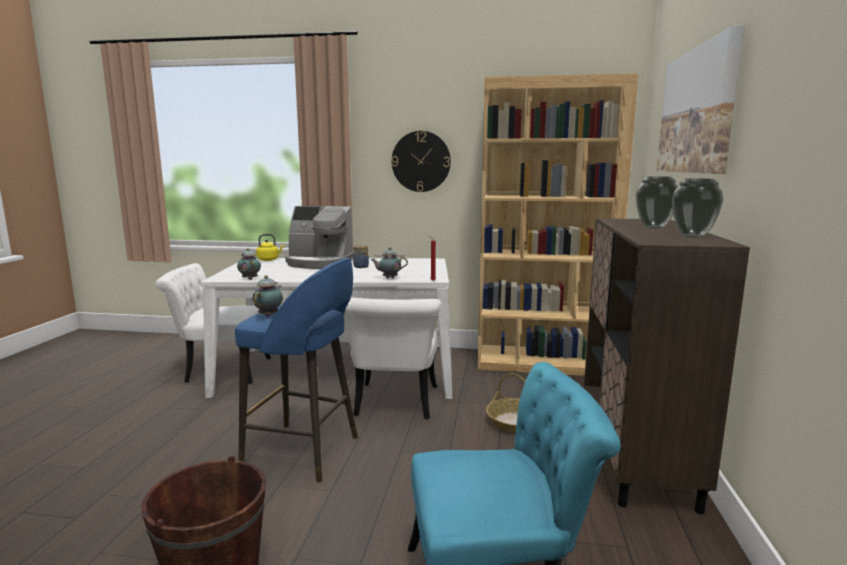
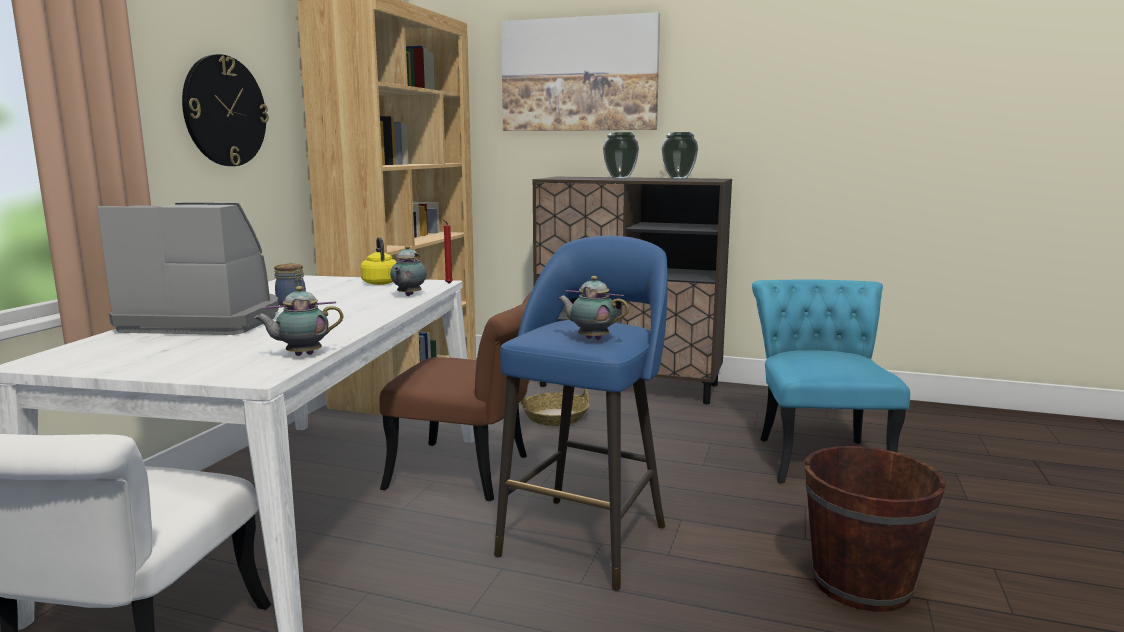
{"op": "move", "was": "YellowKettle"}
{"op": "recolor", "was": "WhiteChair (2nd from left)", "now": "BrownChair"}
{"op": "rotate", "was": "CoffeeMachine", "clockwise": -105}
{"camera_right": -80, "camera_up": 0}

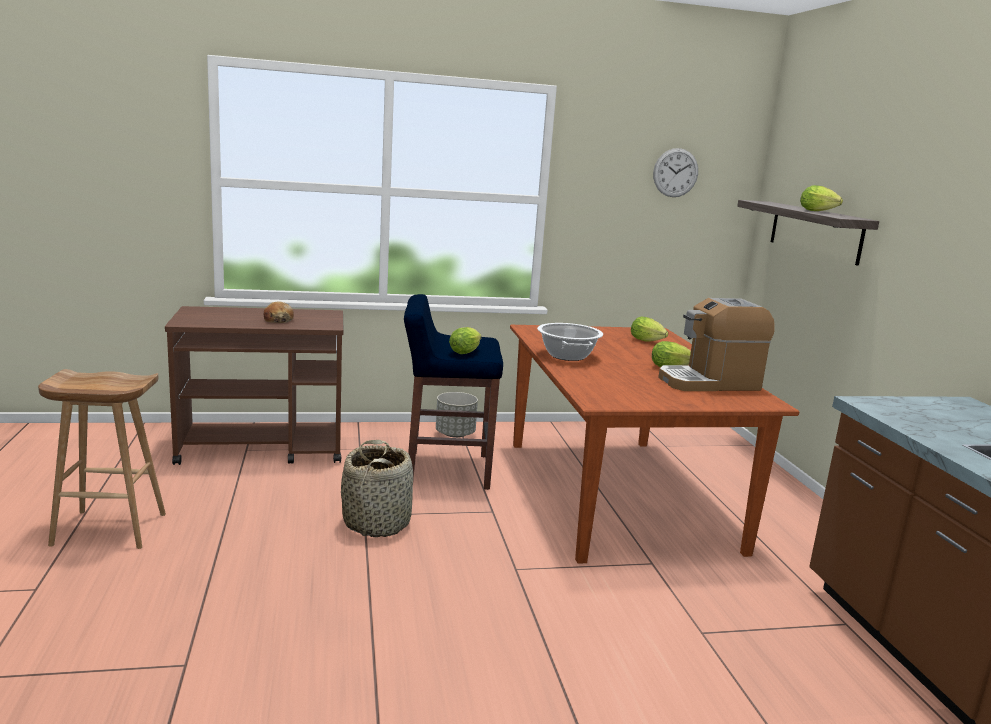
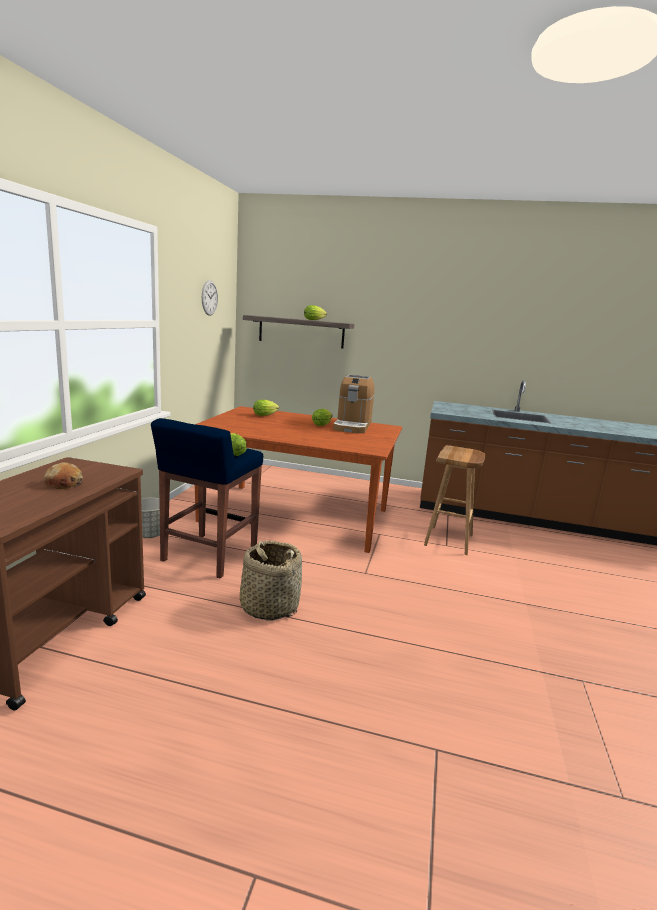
{"op": "delete", "was": "CookingPot"}
{"op": "move", "was": "BrownStool"}
{"camera_right": -65, "camera_up": 0}

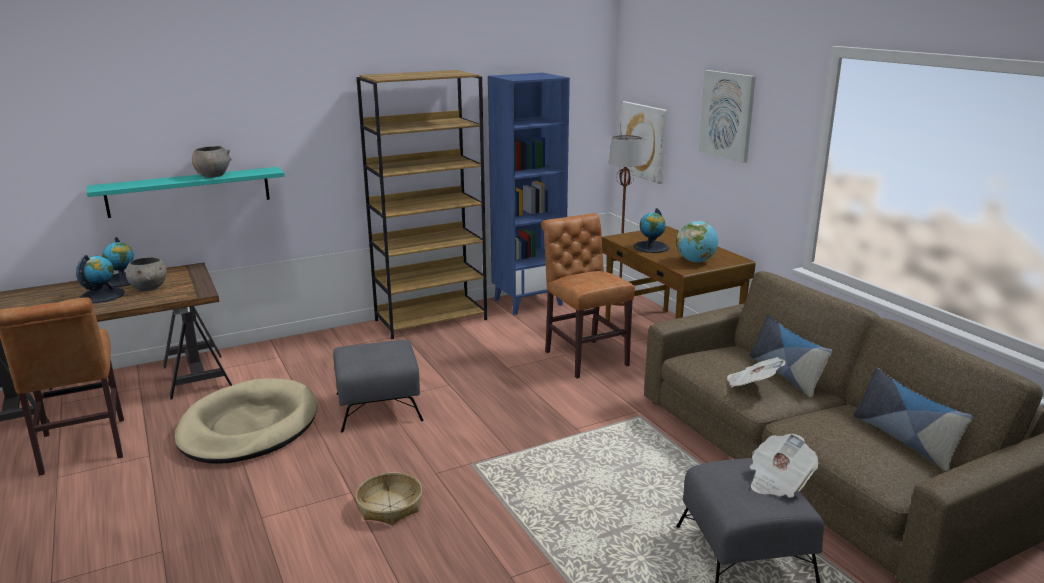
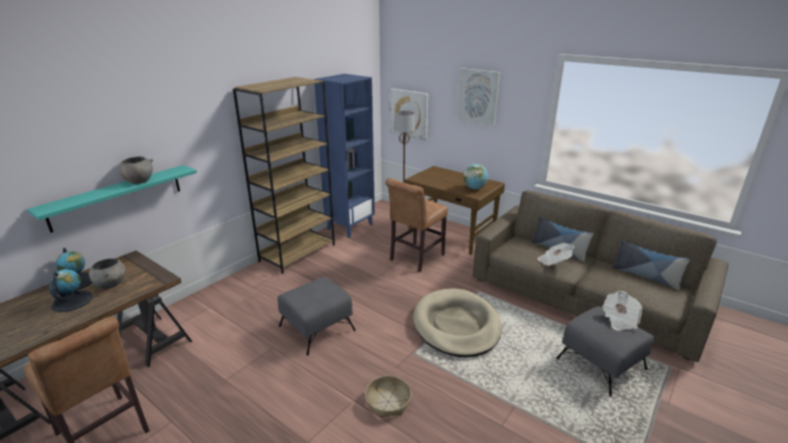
{"op": "delete", "was": "Globe (3rd from left)"}
{"op": "move", "was": "BeigeDogBed"}
{"op": "rotate", "was": "BrownChair (2nd from left)", "clockwise": -90}
{"camera_right": -25, "camera_up": 5}

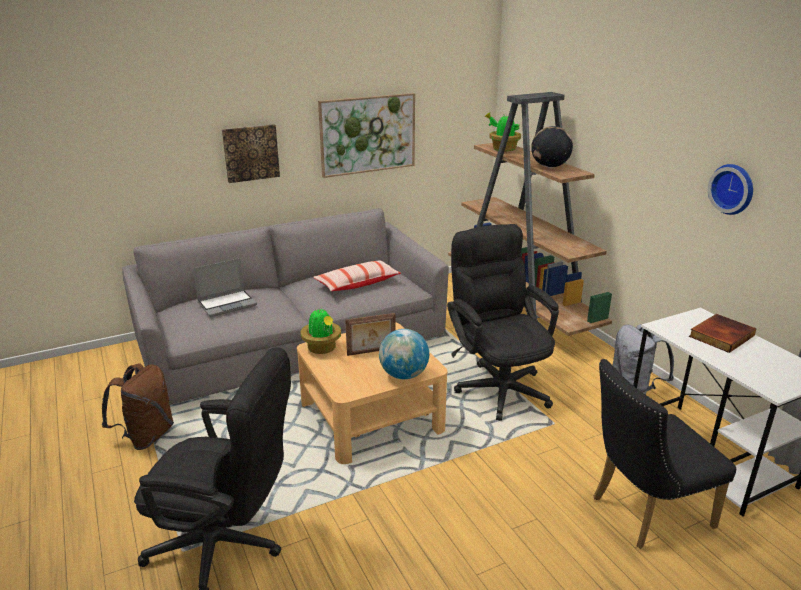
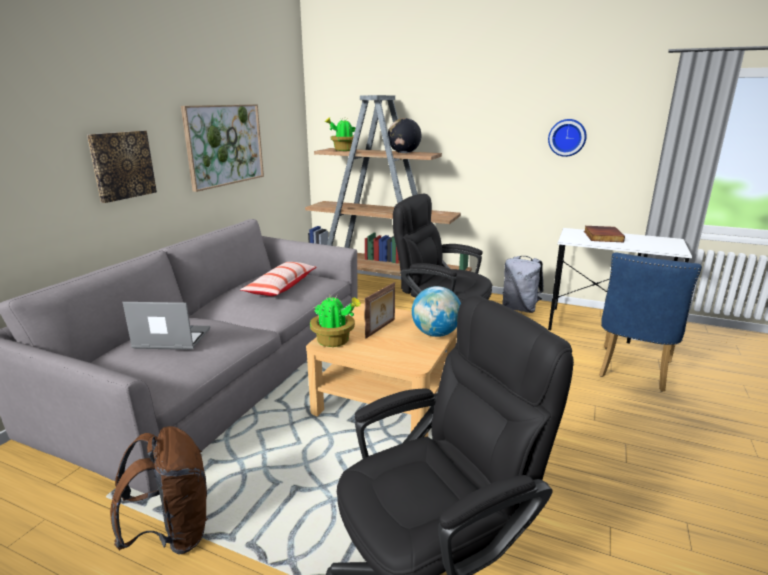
{"op": "recolor", "was": "BlackChair", "now": "BlueChair"}
{"op": "rotate", "was": "Laptop", "clockwise": -105}
{"camera_right": -40, "camera_up": -5}

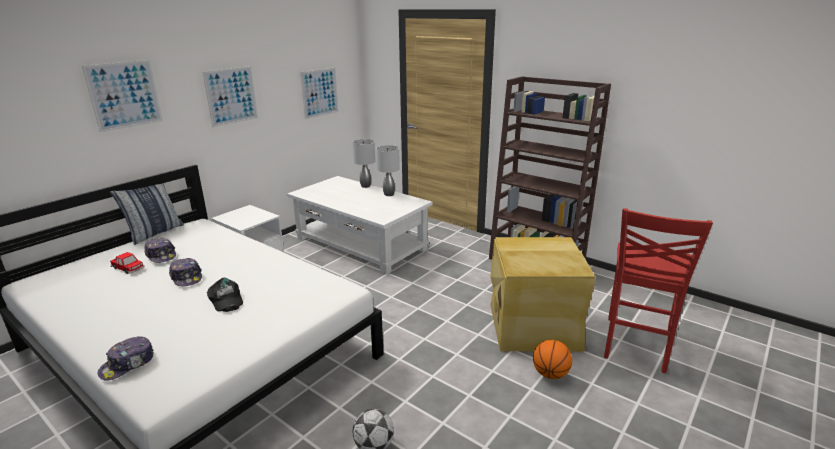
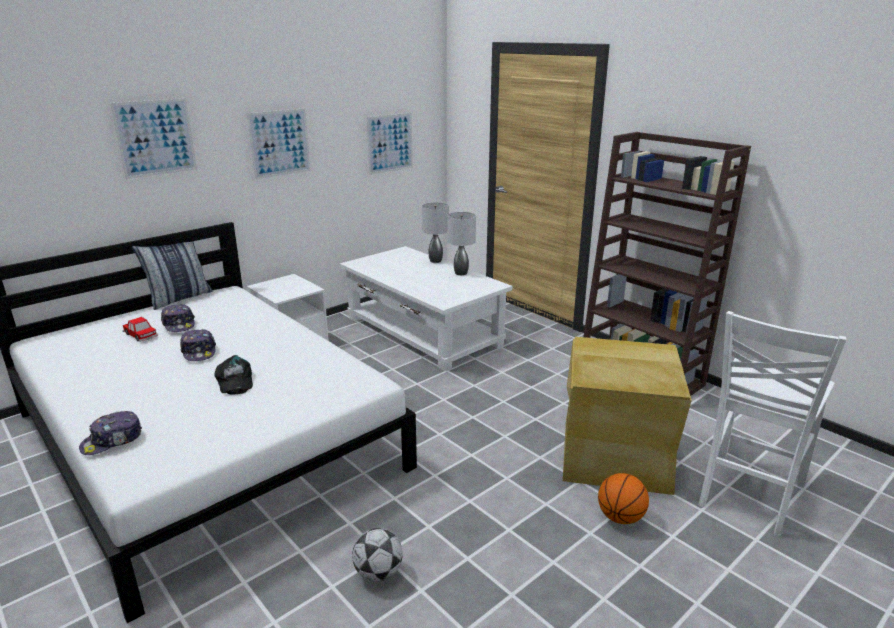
{"op": "recolor", "was": "RedChair", "now": "WhiteChair"}
{"camera_right": 10, "camera_up": 0}

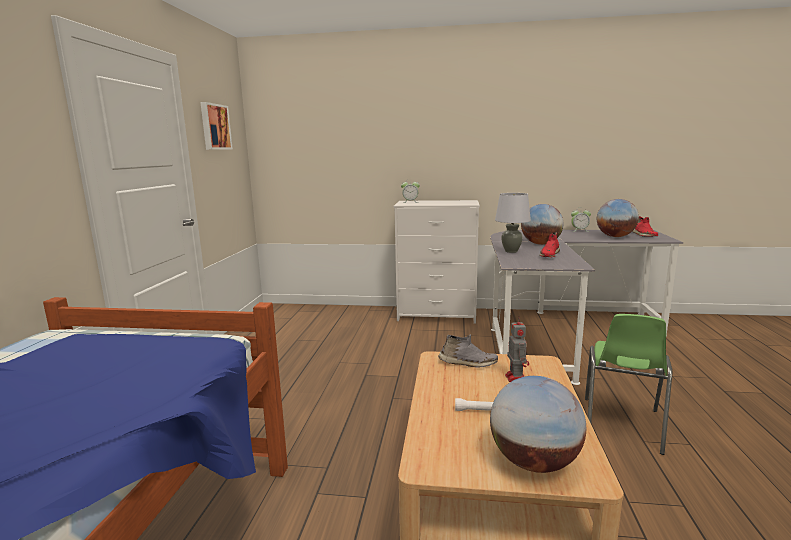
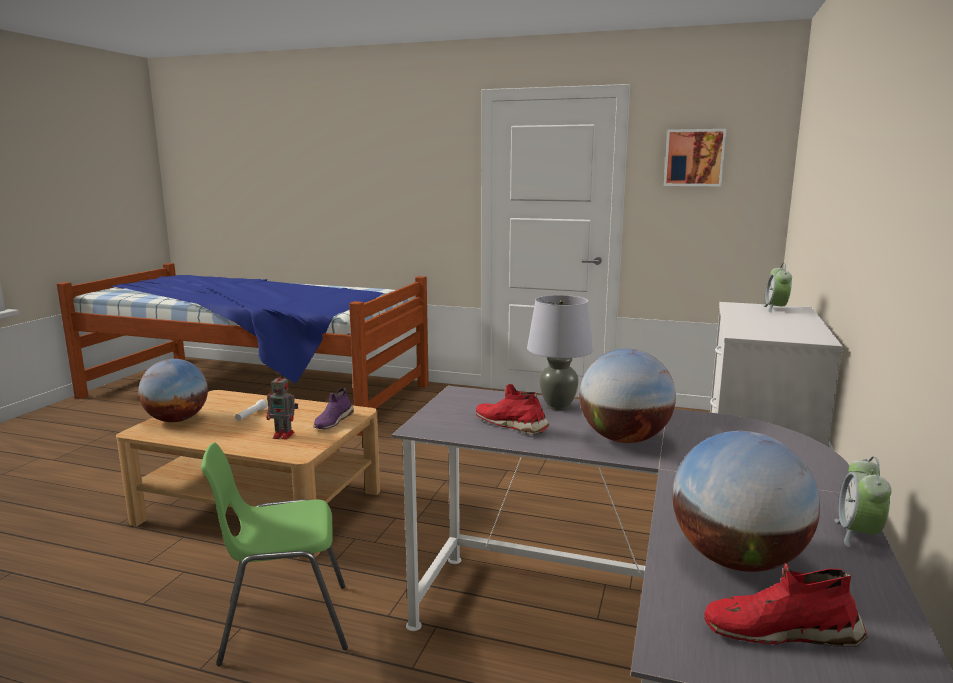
{"op": "recolor", "was": "GreyShoe", "now": "PurpleShoe"}
{"op": "rotate", "was": "GreenChair", "clockwise": -45}
{"camera_right": 100, "camera_up": 0}

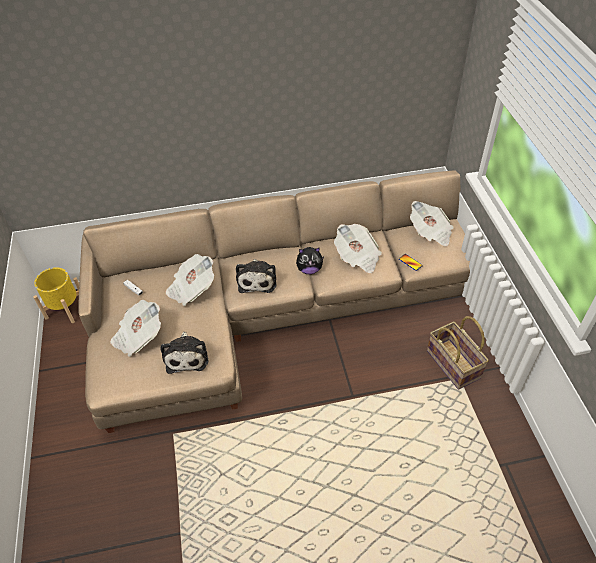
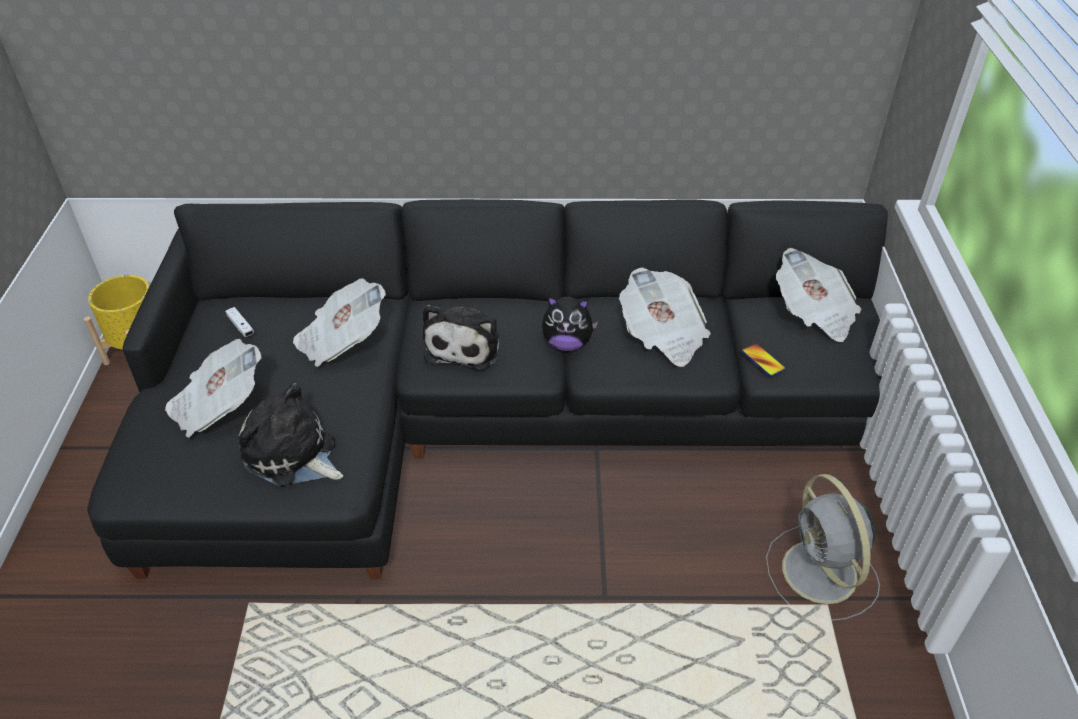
{"op": "replace", "was": "Basket", "now": "GreyFan"}
{"op": "recolor", "was": "BeigeSofa", "now": "BlackSofa"}
{"op": "rotate", "was": "PlushToy (1st from left)", "clockwise": 120}
{"camera_right": 10, "camera_up": -5}

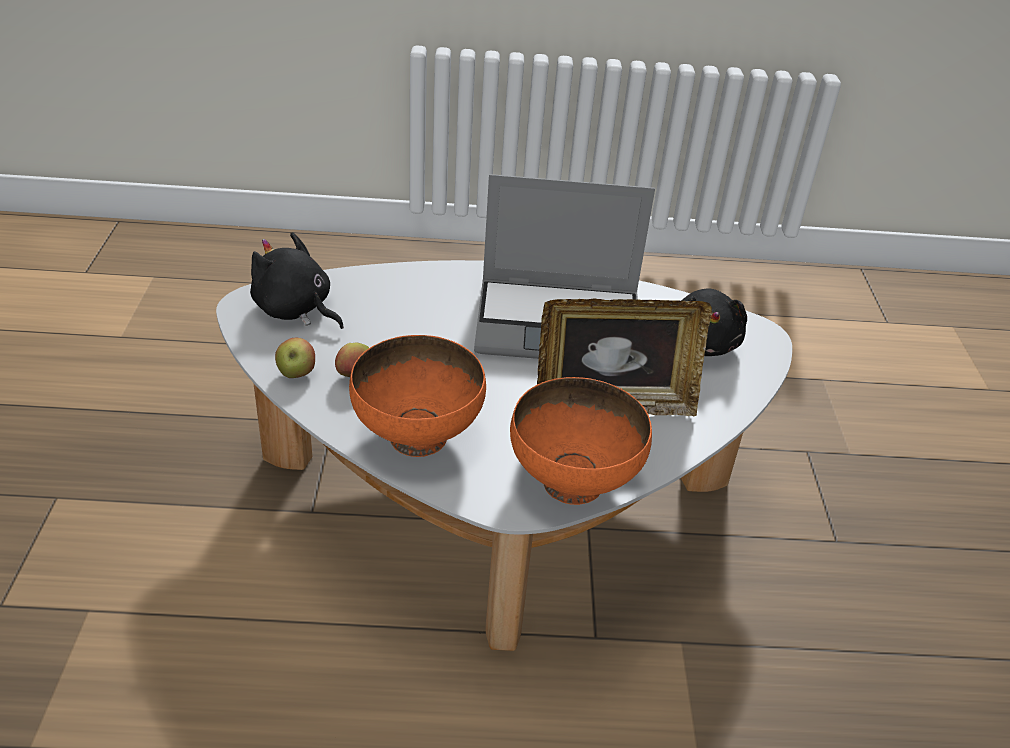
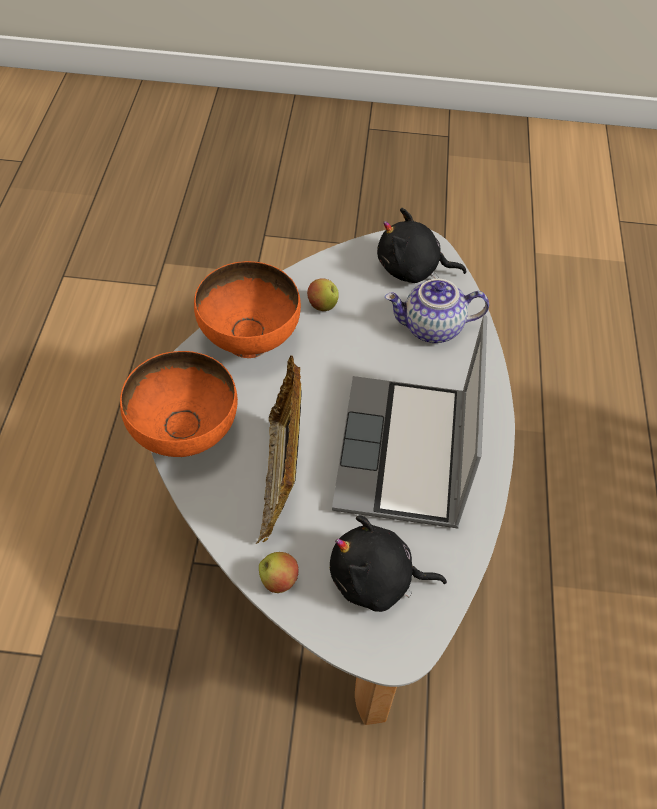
{"op": "insert", "now": "Teapot"}
{"op": "move", "was": "Apple (1st from left)"}
{"op": "rotate", "was": "BlackPlushToy (1st from left in the first image)", "clockwise": -120}
{"camera_right": 95, "camera_up": 15}

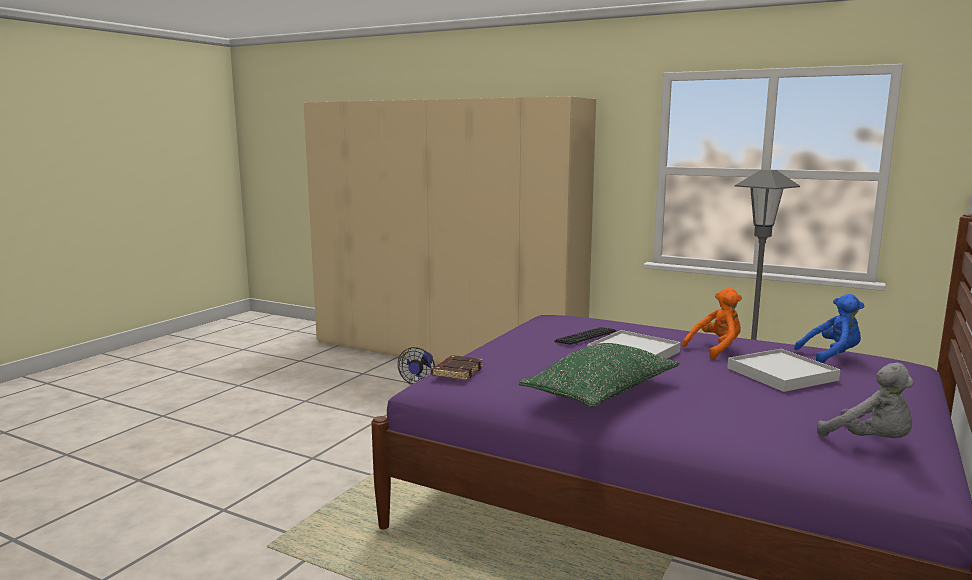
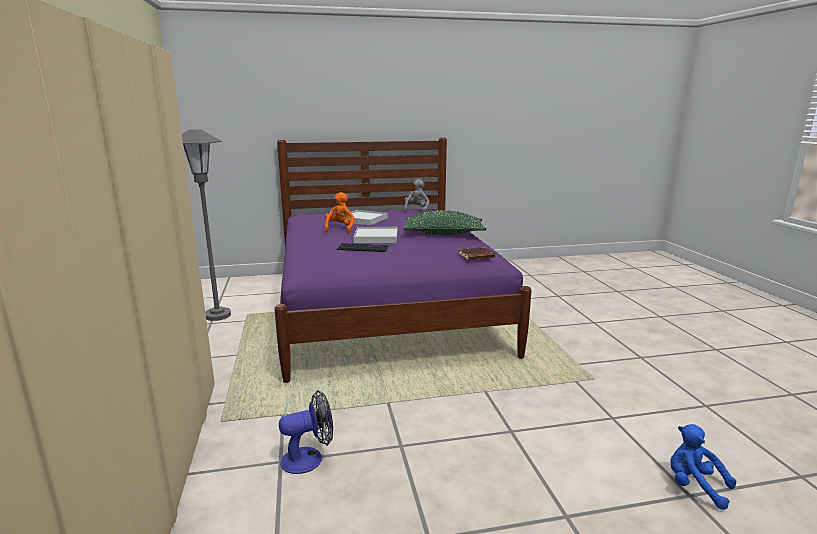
{"op": "move", "was": "BluePlushToy"}
{"op": "rotate", "was": "OrangePlushToy", "clockwise": 75}
{"camera_right": -130, "camera_up": 5}

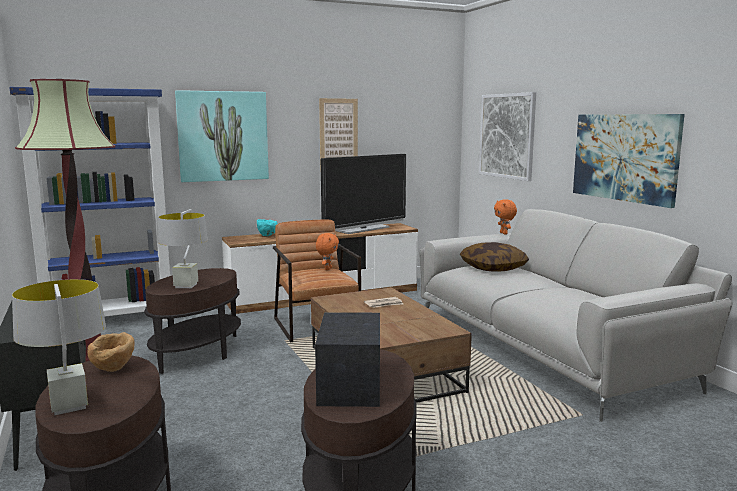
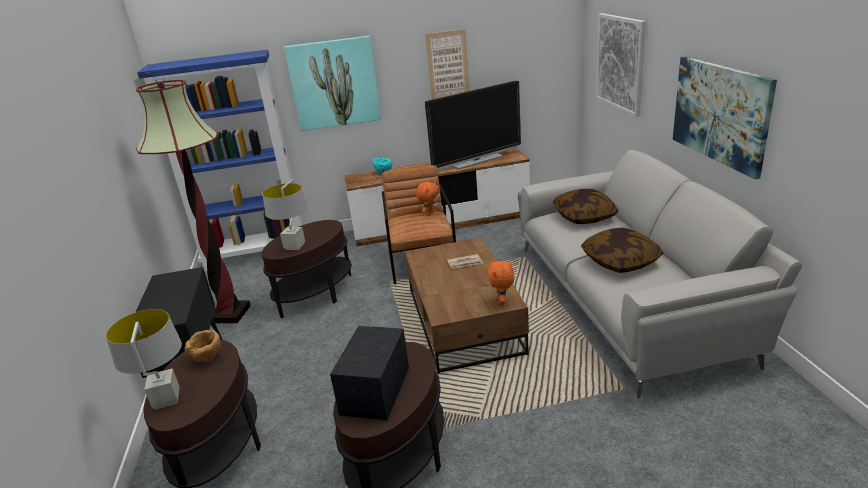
{"op": "insert", "now": "Pillow (2nd from left)"}
{"op": "move", "was": "OrangePlushToy (2nd from left)"}
{"camera_right": 15, "camera_up": 15}

